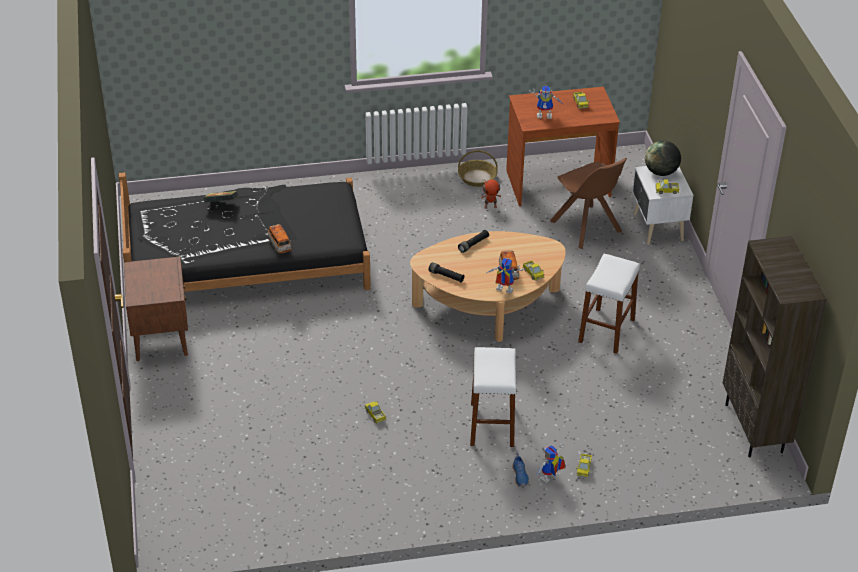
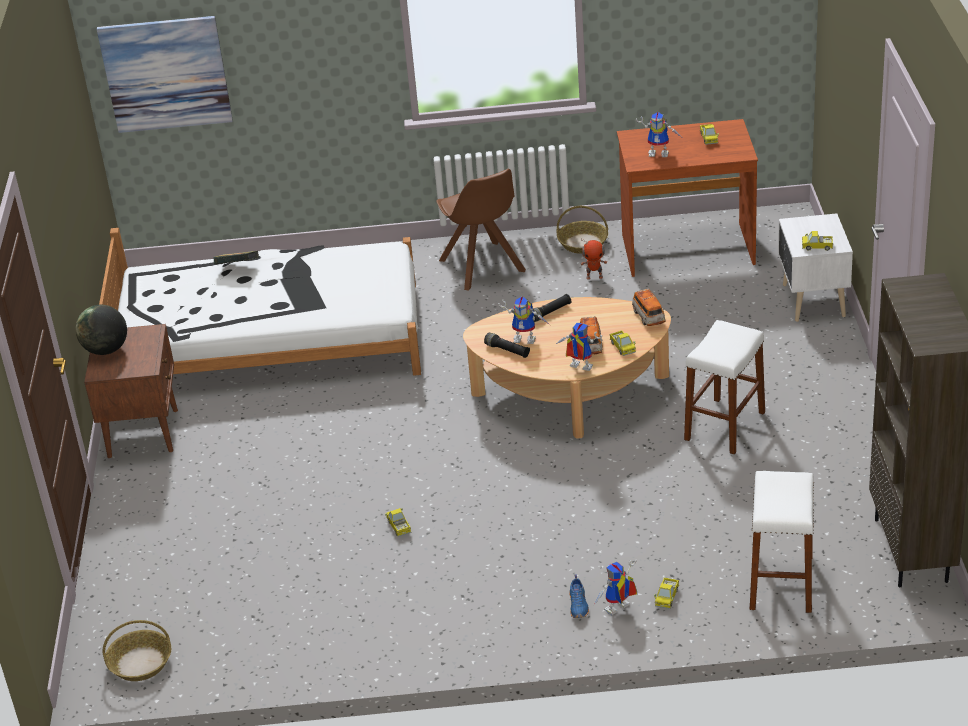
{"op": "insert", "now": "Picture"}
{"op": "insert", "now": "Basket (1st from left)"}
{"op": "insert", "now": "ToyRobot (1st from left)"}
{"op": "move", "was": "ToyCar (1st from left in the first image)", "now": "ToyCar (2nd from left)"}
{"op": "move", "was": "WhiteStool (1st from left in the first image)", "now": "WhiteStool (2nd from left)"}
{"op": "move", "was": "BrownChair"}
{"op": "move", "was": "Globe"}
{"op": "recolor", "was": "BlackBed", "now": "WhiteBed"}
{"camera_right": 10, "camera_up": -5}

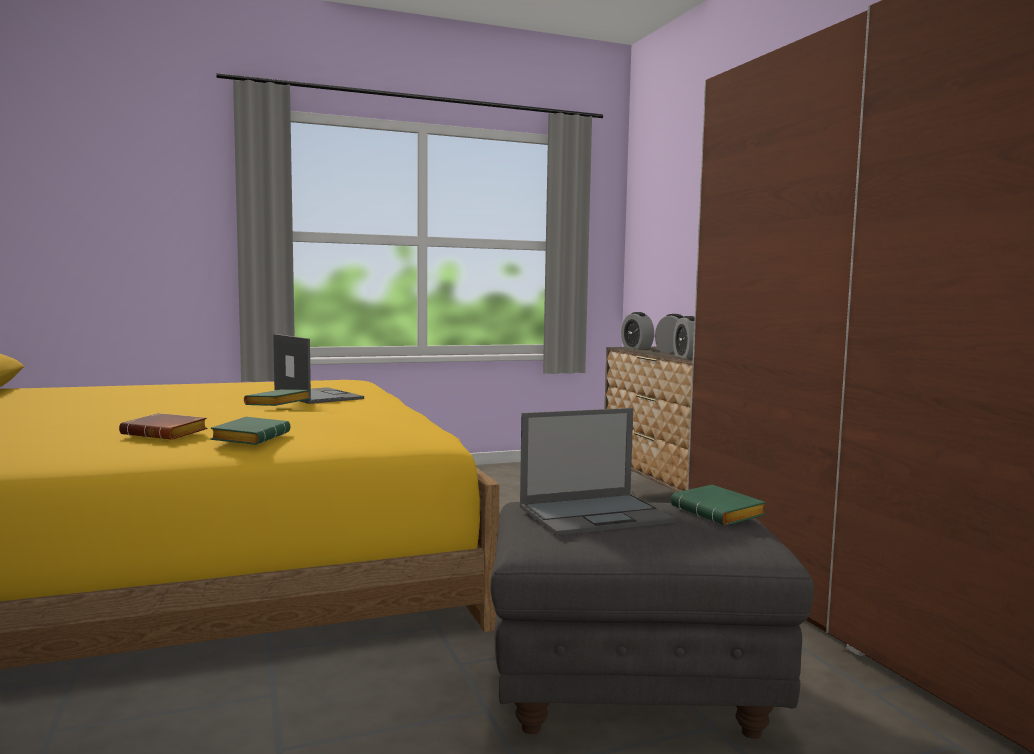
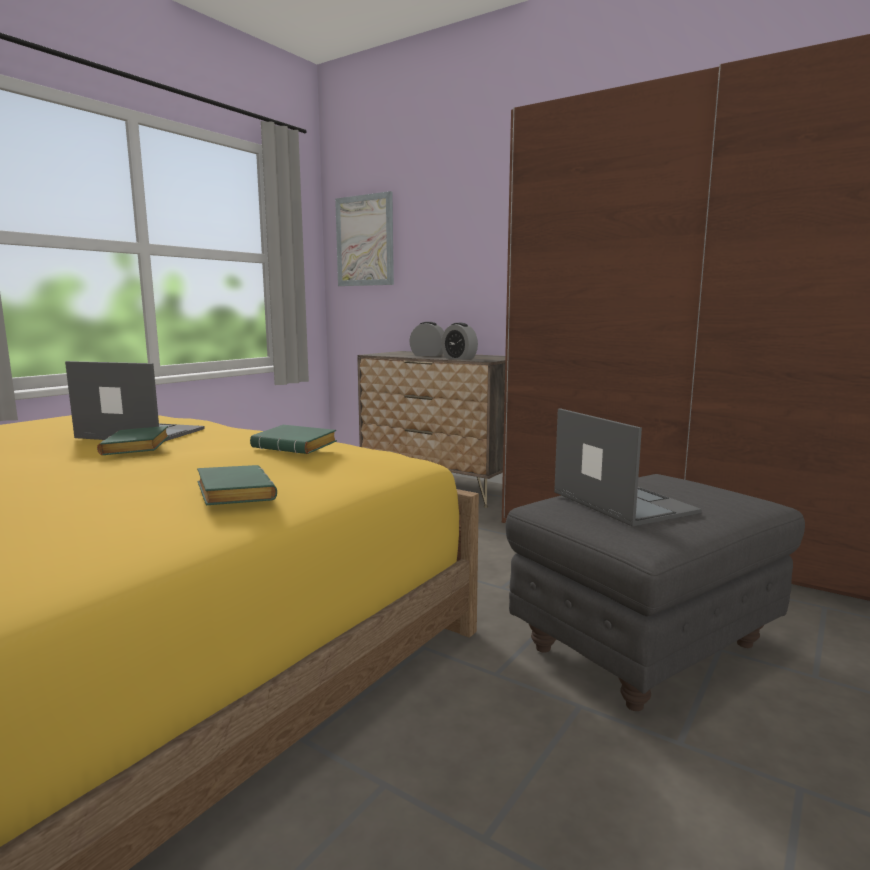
{"op": "delete", "was": "BrownBook"}
{"op": "delete", "was": "AlarmClock (1st from left)"}
{"op": "insert", "now": "Picture"}
{"op": "move", "was": "GreenBook (3rd from left)"}
{"op": "rotate", "was": "Laptop (2nd from left)", "clockwise": -60}
{"camera_right": -35, "camera_up": 5}

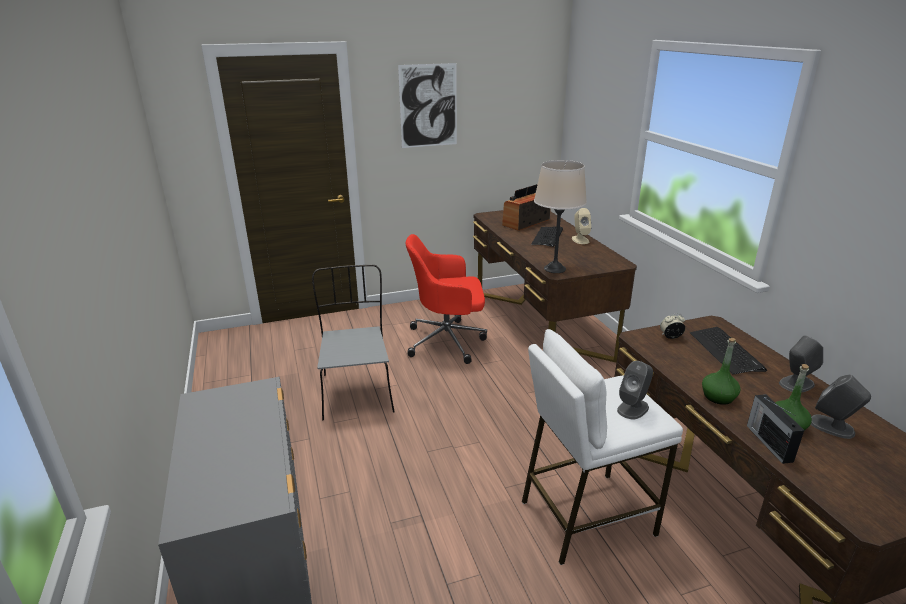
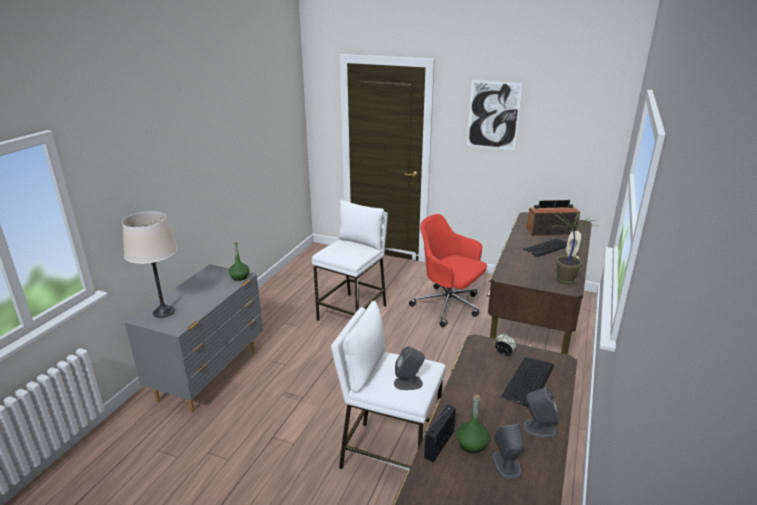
{"op": "insert", "now": "PottedPlant"}
{"op": "move", "was": "BeigeTableLamp"}
{"op": "move", "was": "GreenBottle (1st from left)"}
{"op": "replace", "was": "GreyChair", "now": "WhiteStool (1st from left)"}
{"camera_right": 40, "camera_up": 0}

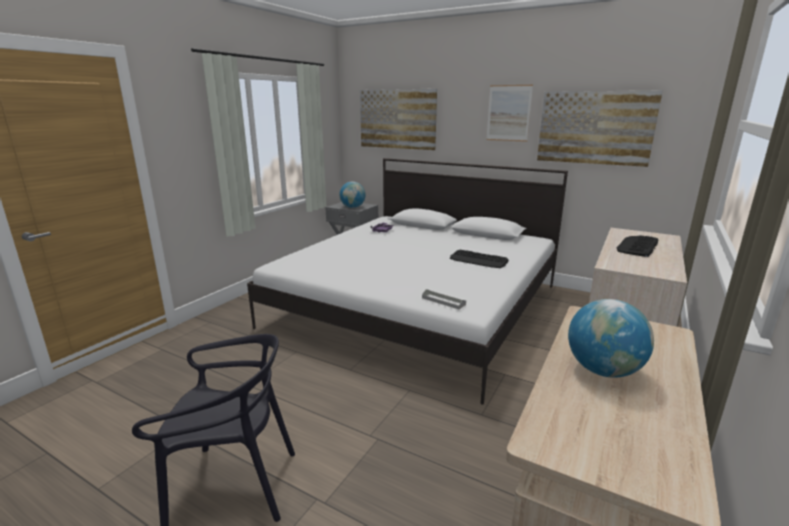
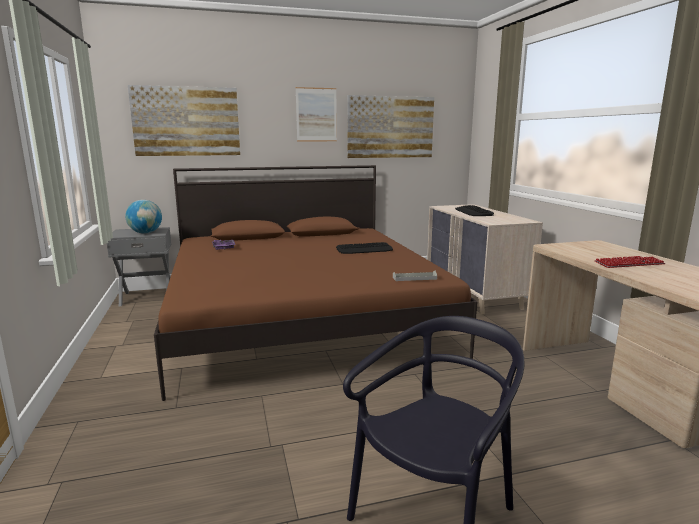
{"op": "replace", "was": "Globe (2nd from left)", "now": "Keyboard (3rd from left)"}
{"op": "recolor", "was": "WhiteBed", "now": "BrownBed"}
{"camera_right": -45, "camera_up": -5}

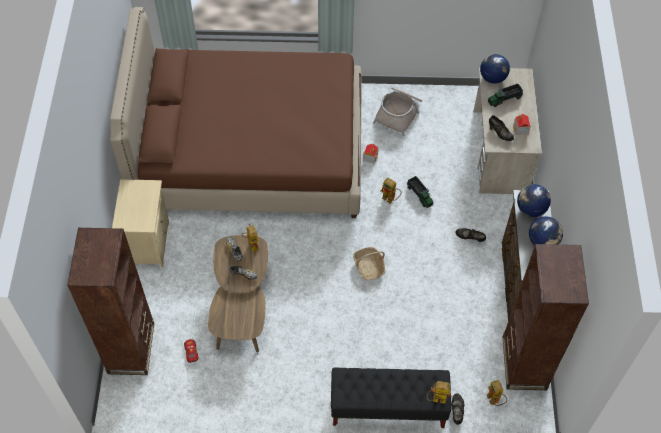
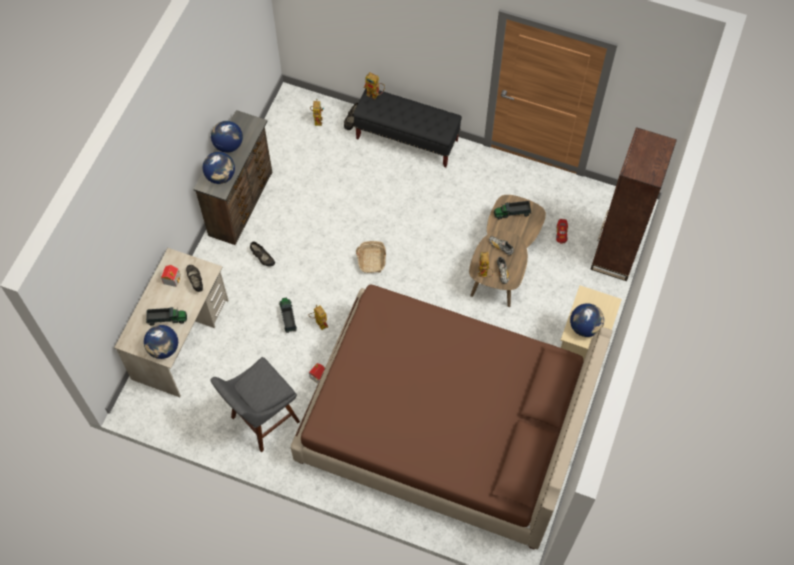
{"op": "delete", "was": "BrownBookcase (2nd from left)"}
{"op": "insert", "now": "ToyTruck (3rd from left)"}
{"op": "insert", "now": "Globe (4th from left)"}
{"op": "replace", "was": "Basket (2nd from left)", "now": "GreyStool"}
{"camera_right": -160, "camera_up": 5}

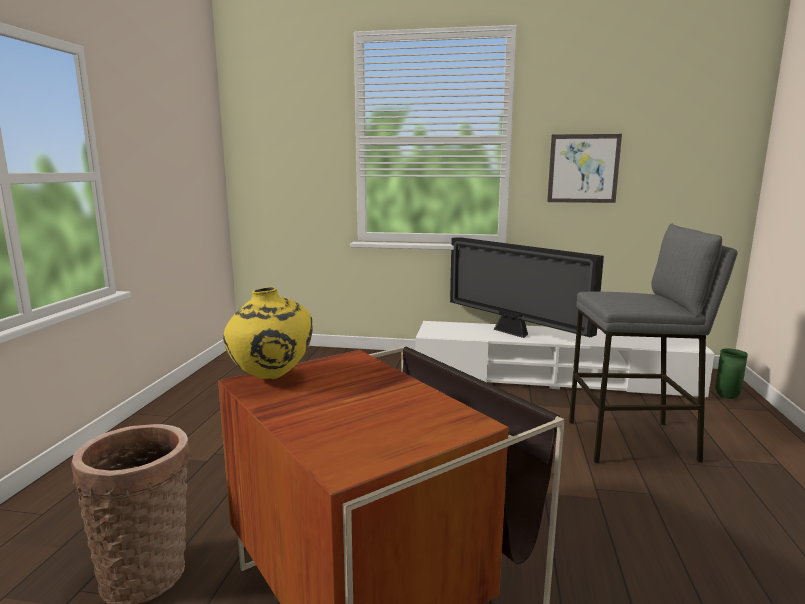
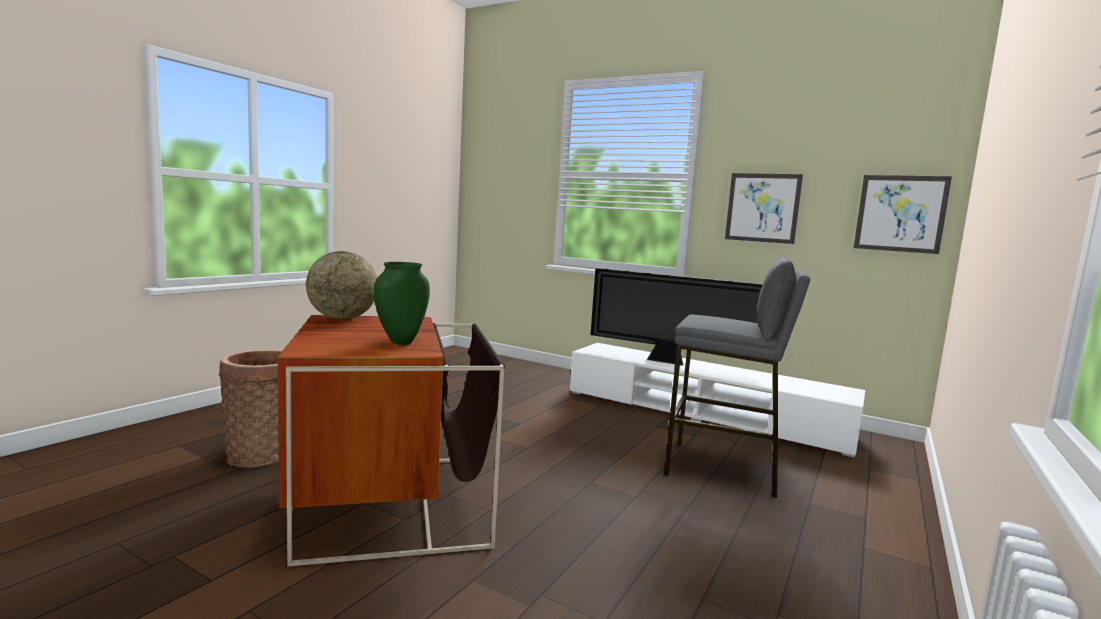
{"op": "insert", "now": "Picture (2nd from left)"}
{"op": "move", "was": "GreenVase"}
{"op": "replace", "was": "YellowVase", "now": "Globe"}
{"op": "rotate", "was": "Television", "clockwise": -45}
{"camera_right": 20, "camera_up": -5}

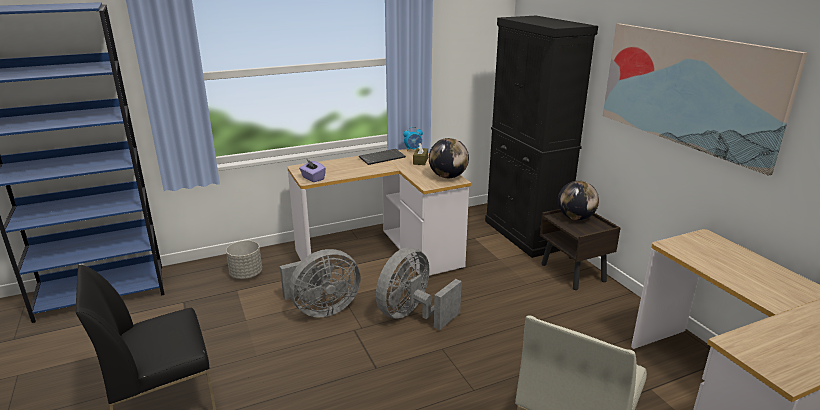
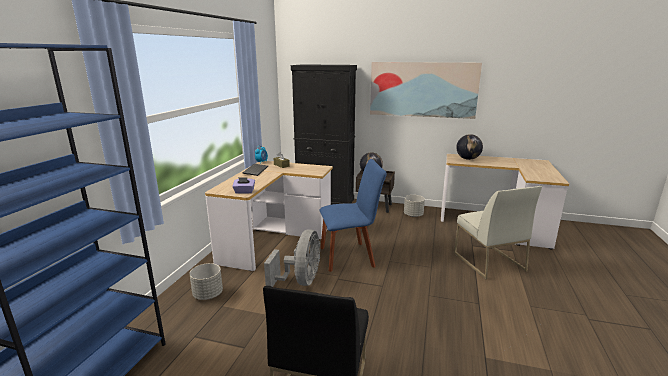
{"op": "insert", "now": "GreyPlanter (2nd from left)"}
{"op": "move", "was": "Globe (1st from left in the first image)", "now": "Globe (2nd from left)"}
{"op": "replace", "was": "GreyFan (2nd from left)", "now": "BlueChair"}
{"camera_right": -50, "camera_up": -5}

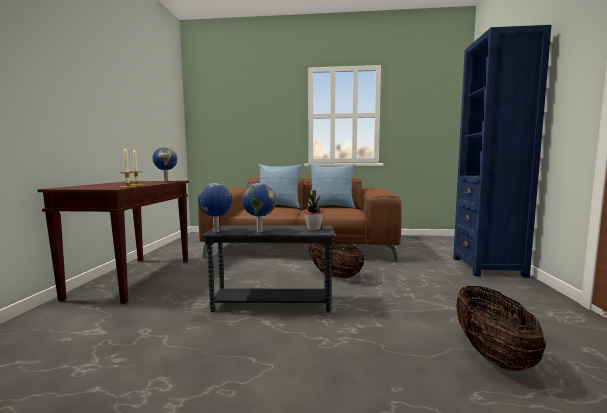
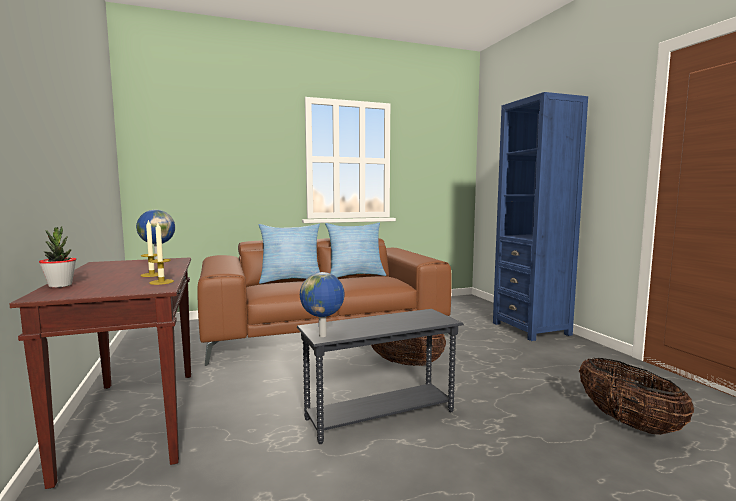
{"op": "delete", "was": "Globe (3rd from left)"}
{"op": "move", "was": "PottedPlant"}
{"camera_right": -25, "camera_up": 0}

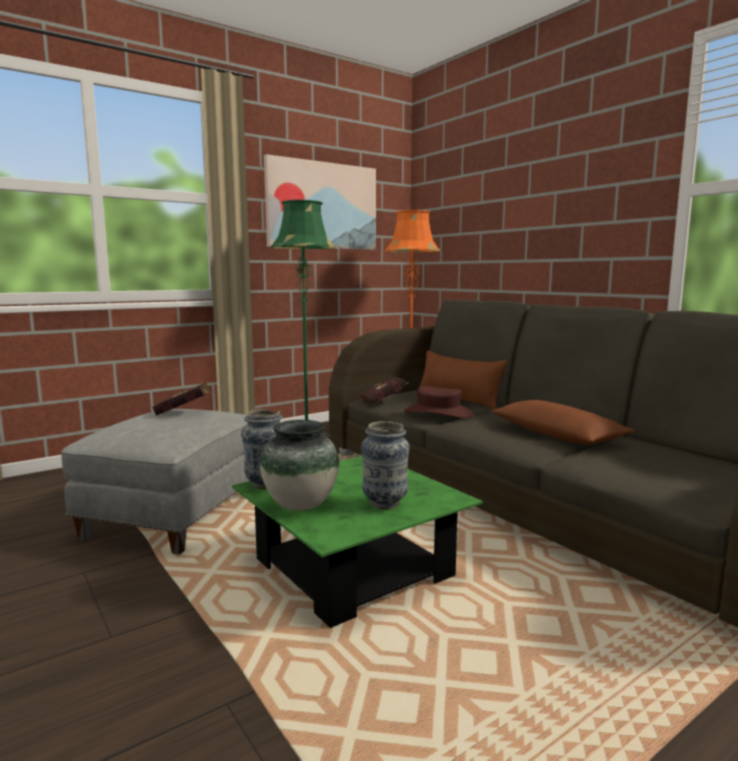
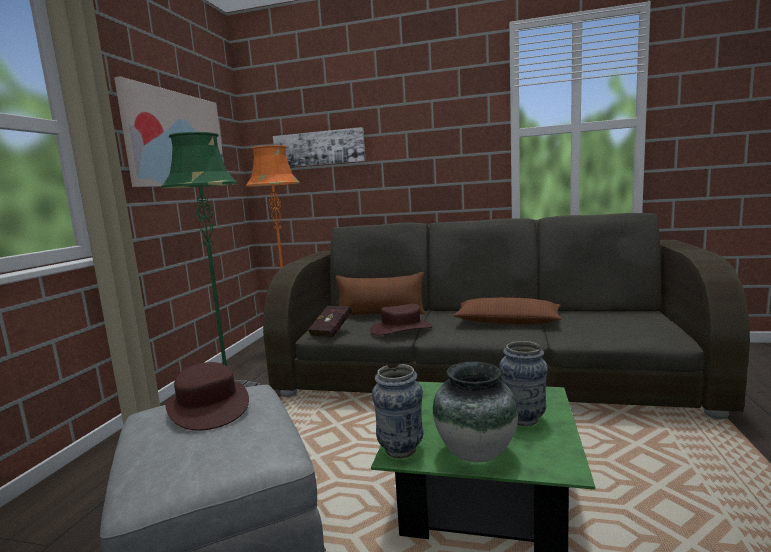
{"op": "insert", "now": "Picture (2nd from left)"}
{"op": "replace", "was": "RedBook (1st from left)", "now": "BrownHat (1st from left)"}
{"camera_right": -40, "camera_up": 0}

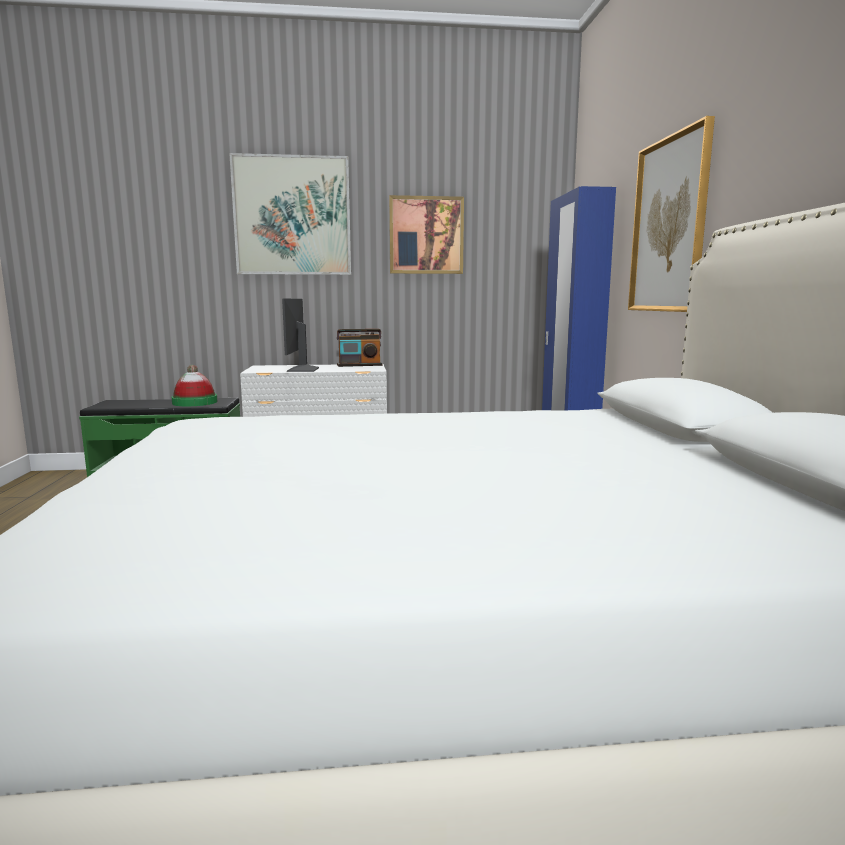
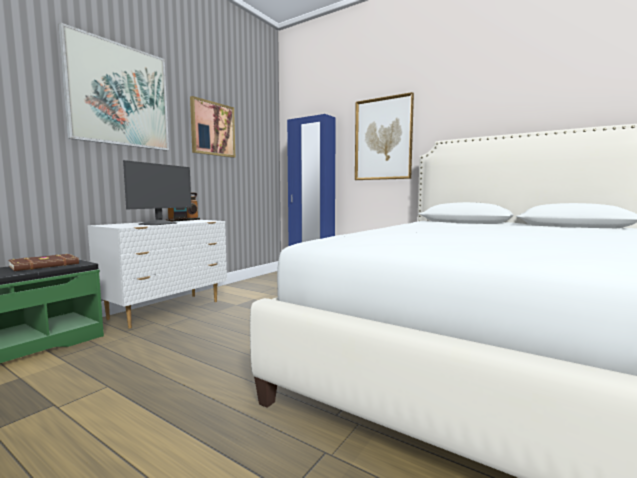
{"op": "replace", "was": "Hat", "now": "BrownBook"}
{"op": "rotate", "was": "Monitor", "clockwise": -105}
{"camera_right": -50, "camera_up": -5}

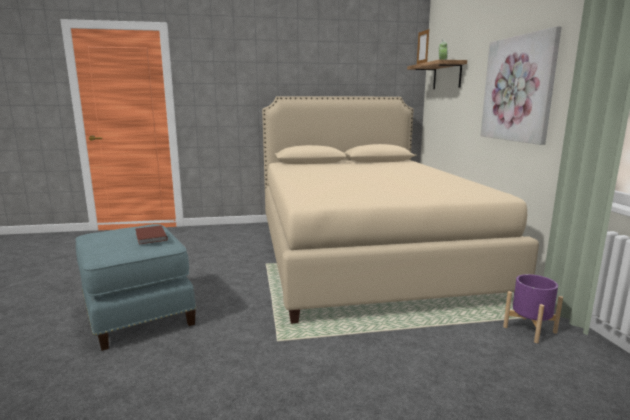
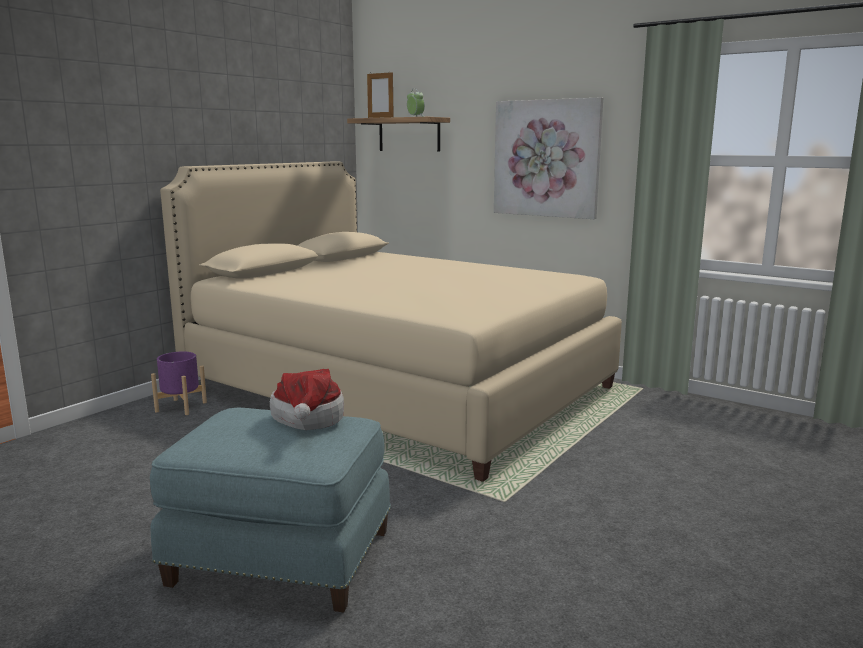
{"op": "move", "was": "PurplePlanter"}
{"op": "replace", "was": "BrownBook", "now": "Hat"}
{"camera_right": -45, "camera_up": 0}

